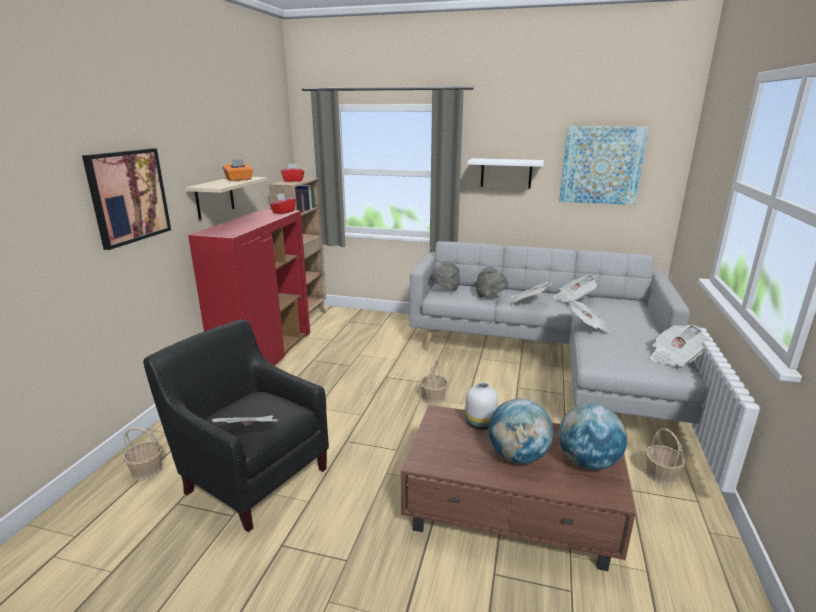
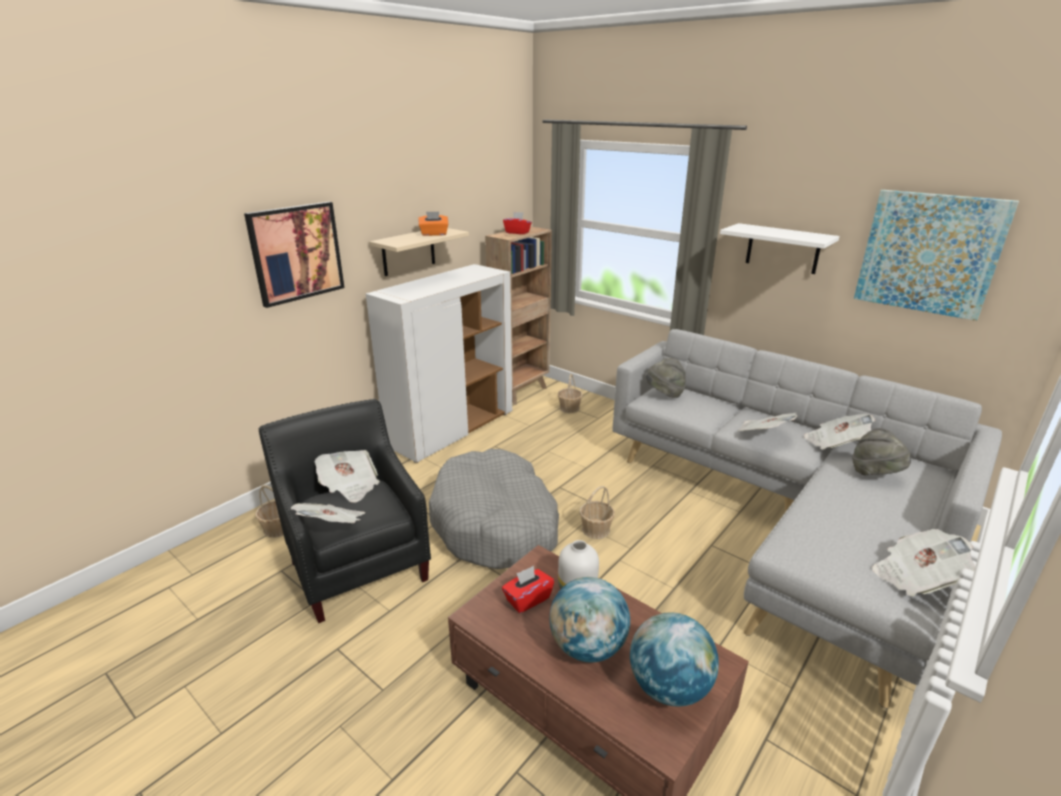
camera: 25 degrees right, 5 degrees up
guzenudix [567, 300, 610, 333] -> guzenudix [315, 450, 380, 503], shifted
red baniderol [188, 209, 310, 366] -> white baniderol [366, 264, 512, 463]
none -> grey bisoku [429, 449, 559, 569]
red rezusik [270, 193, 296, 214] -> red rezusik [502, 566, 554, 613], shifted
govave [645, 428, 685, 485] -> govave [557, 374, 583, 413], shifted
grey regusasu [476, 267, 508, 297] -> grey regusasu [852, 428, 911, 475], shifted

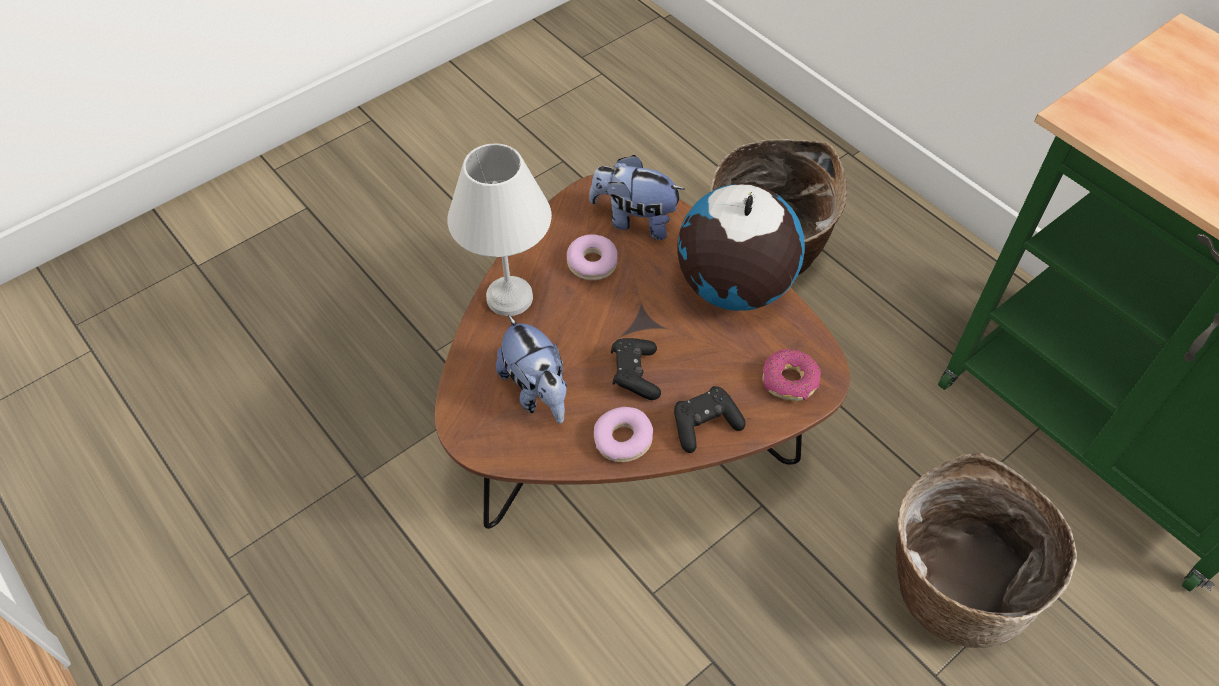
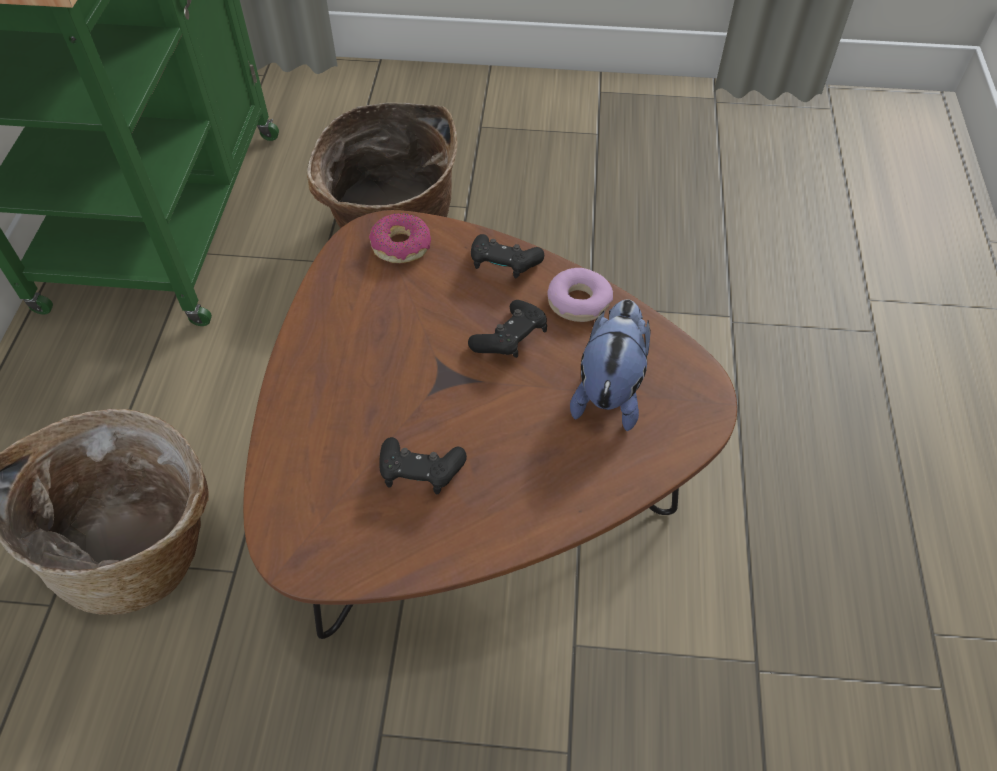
camera: 135 degrees left, 0 degrees up
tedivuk [567, 234, 618, 280] -> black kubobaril [379, 437, 467, 494]
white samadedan [447, 143, 552, 316] -> none
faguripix [589, 155, 685, 240] -> none
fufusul [677, 184, 805, 311] -> none

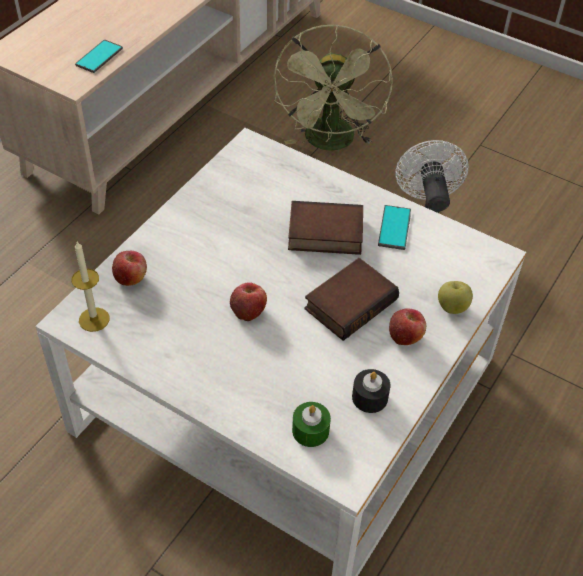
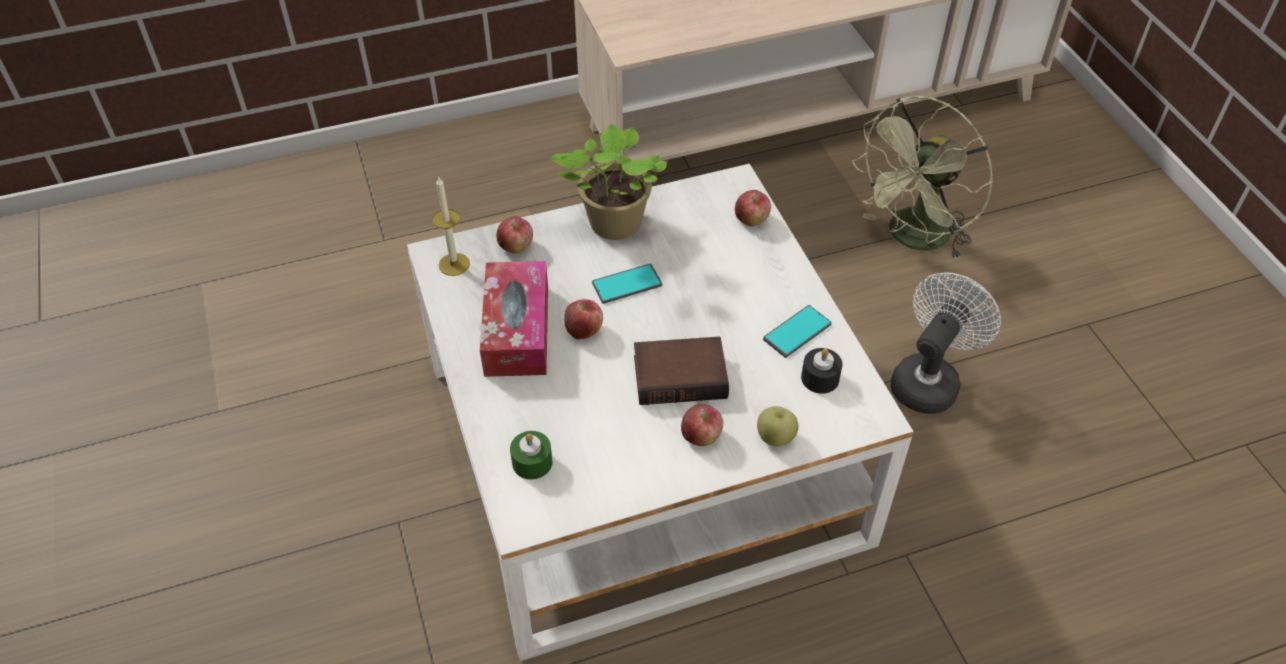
camera: 40 degrees right, 0 degrees up
none -> rezusik [480, 261, 548, 377]
none -> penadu [549, 124, 668, 240]
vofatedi [75, 40, 123, 73] -> vofatedi [592, 264, 662, 304], shifted
none -> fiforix [735, 190, 771, 226]
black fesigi [352, 369, 391, 413] -> black fesigi [801, 348, 842, 394], shifted
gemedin [288, 201, 363, 255] -> none

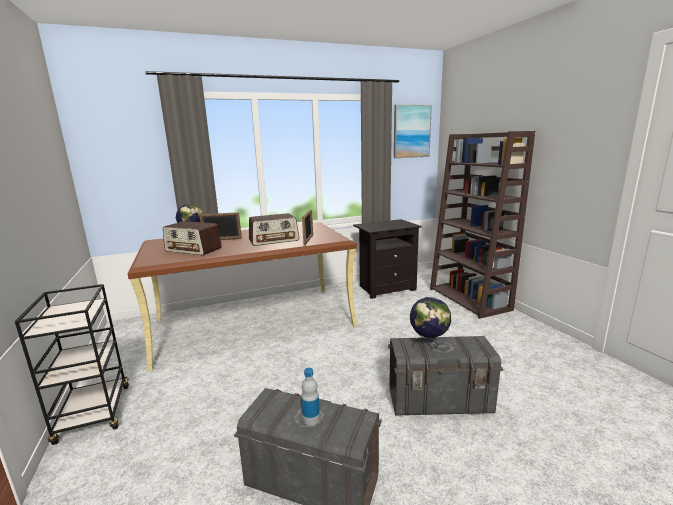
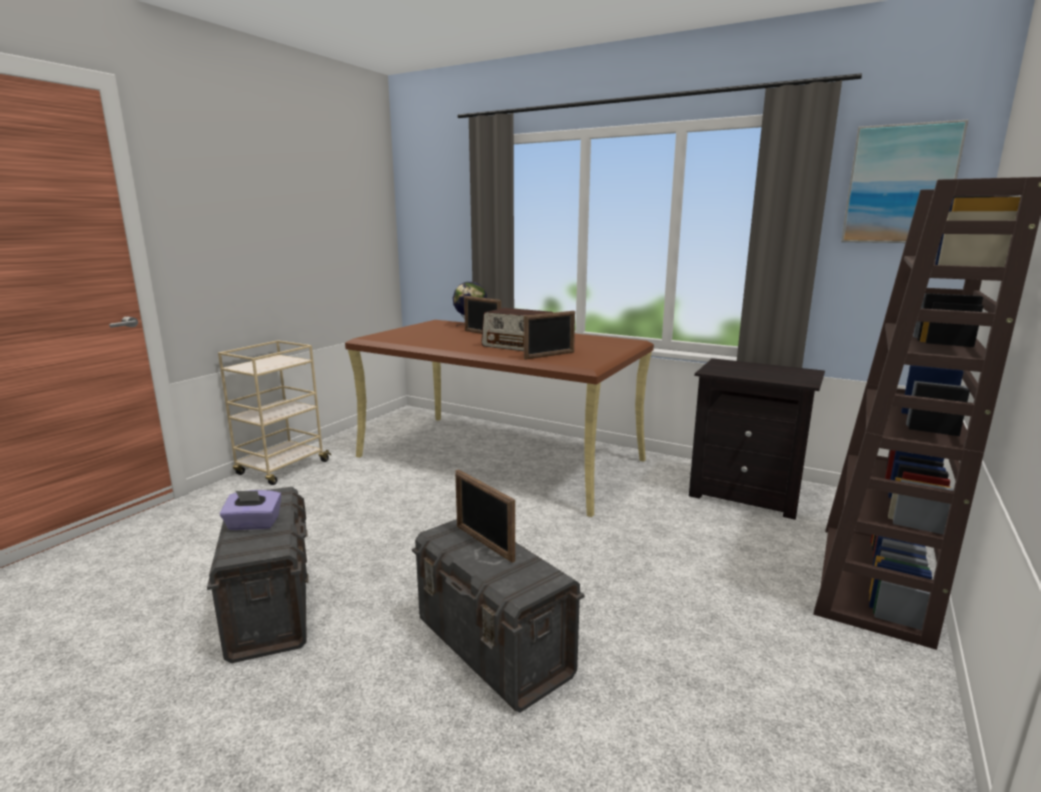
camera: 50 degrees right, 0 degrees up
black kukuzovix [15, 284, 129, 445] -> beige kukuzovix [218, 340, 331, 485]
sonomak [301, 368, 320, 425] -> purple rezusik [220, 490, 282, 530]
fufusul [410, 297, 451, 348] -> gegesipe [455, 469, 515, 563]
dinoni [163, 221, 222, 255] -> none

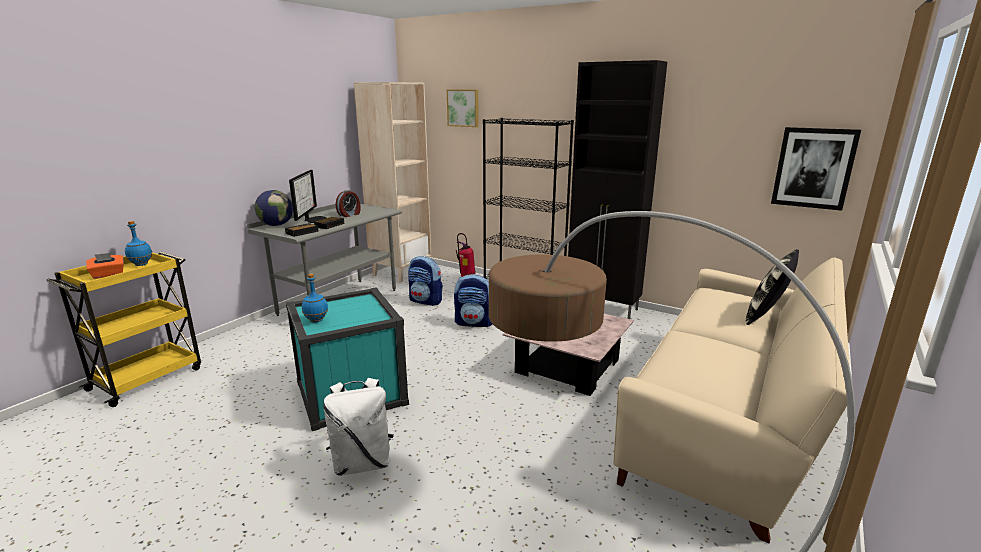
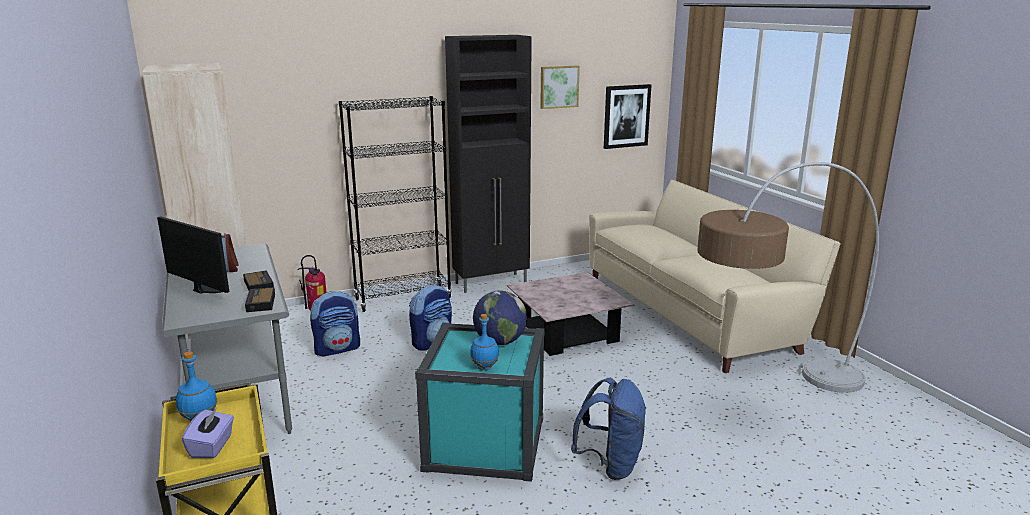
camera: 55 degrees left, 0 degrees up
orange rezusik [86, 253, 124, 279] -> purple rezusik [182, 407, 234, 458]
fufusul [255, 190, 293, 226] -> fufusul [473, 290, 527, 345], shifted
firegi [447, 90, 479, 127] -> firegi [540, 66, 580, 109], shifted
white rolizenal [323, 378, 394, 476] -> blue rolizenal [571, 378, 647, 480]
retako [745, 249, 799, 325] -> none

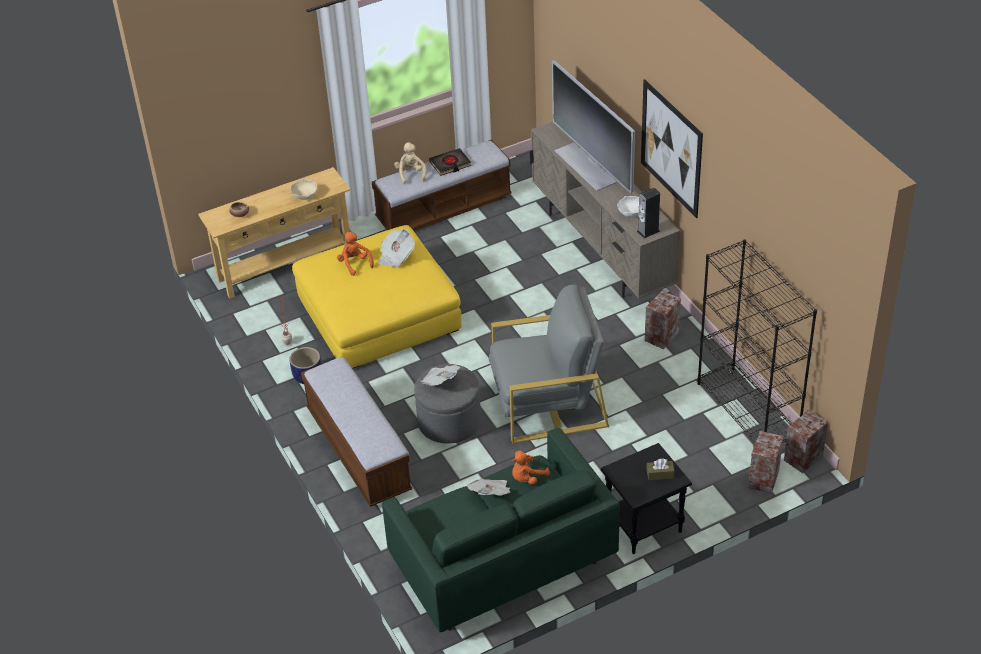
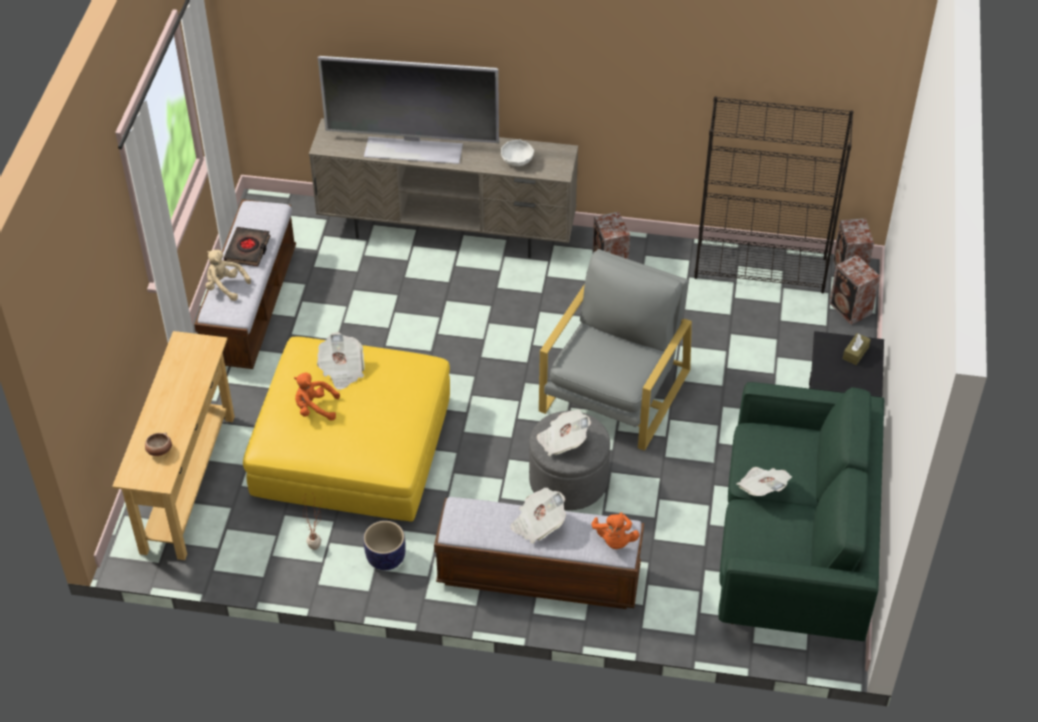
camera: 55 degrees left, 5 degrees up
none -> guzenudix [510, 488, 566, 544]
orange faguripix [512, 450, 550, 485] -> orange faguripix [591, 512, 639, 549], shifted
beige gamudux [290, 179, 318, 200] -> none
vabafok [637, 187, 660, 239] -> none
firegi [641, 79, 703, 218] -> none

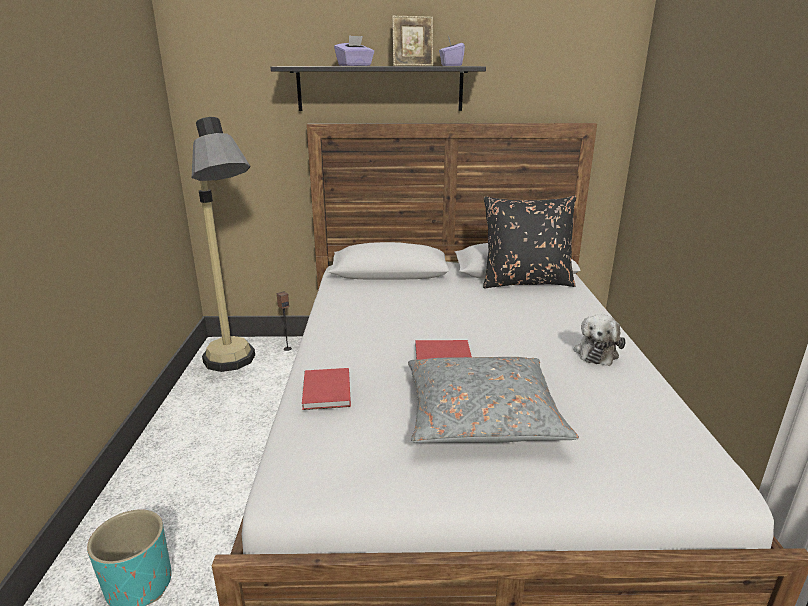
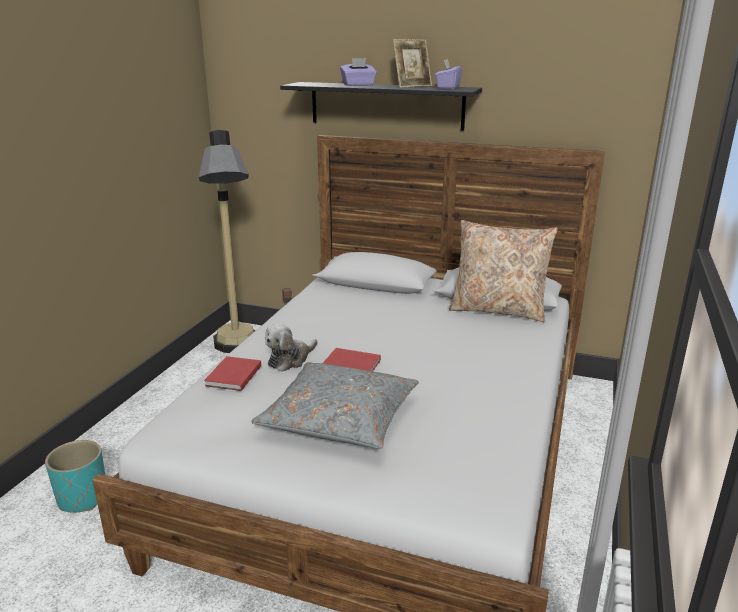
camera: 20 degrees right, 0 degrees up
faguripix [574, 314, 626, 366] -> faguripix [265, 324, 317, 372], shifted
gegesipe [392, 16, 433, 66] -> gegesipe [393, 39, 432, 88], 45 degrees counterclockwise
black retako [483, 195, 576, 288] -> beige retako [449, 220, 558, 322]

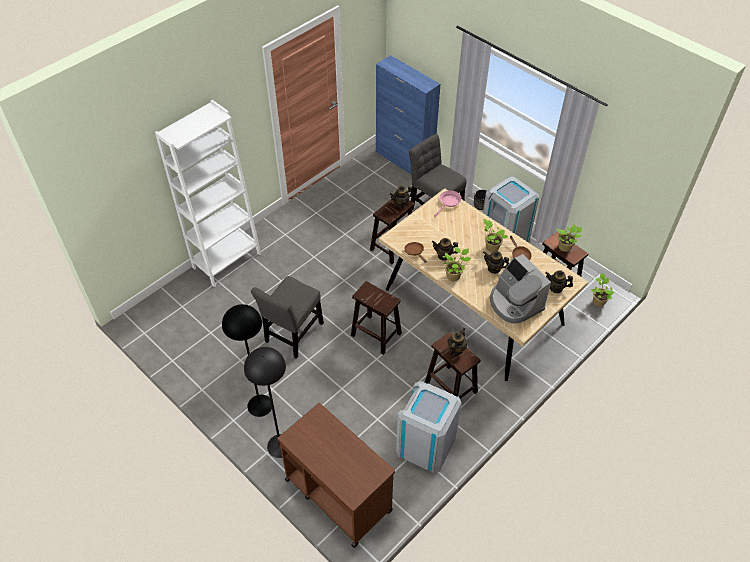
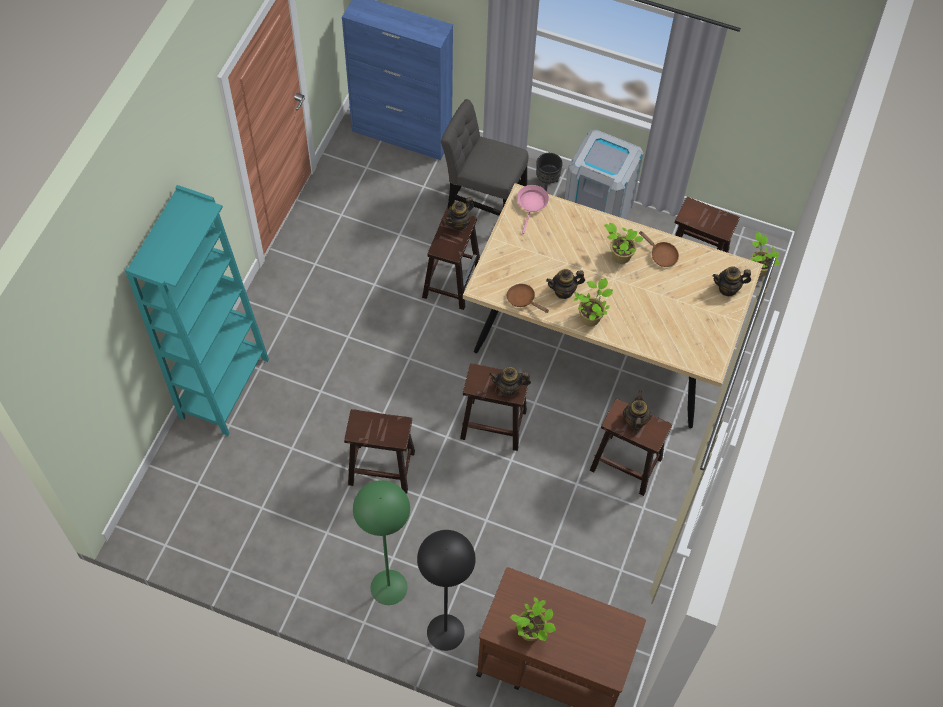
camera: 25 degrees left, 10 degrees up
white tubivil [155, 100, 261, 287] -> turquoise tubivil [125, 185, 269, 436]
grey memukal [251, 276, 324, 359] -> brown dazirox [344, 409, 415, 494]
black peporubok [222, 304, 272, 417] -> green peporubok [353, 480, 410, 605]
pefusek [483, 251, 509, 274] -> pefusek [489, 367, 531, 396], shifted
penadu [557, 224, 582, 252] -> penadu [510, 597, 556, 641], shifted
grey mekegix [396, 381, 462, 473] -> none
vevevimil [490, 254, 551, 324] -> none

